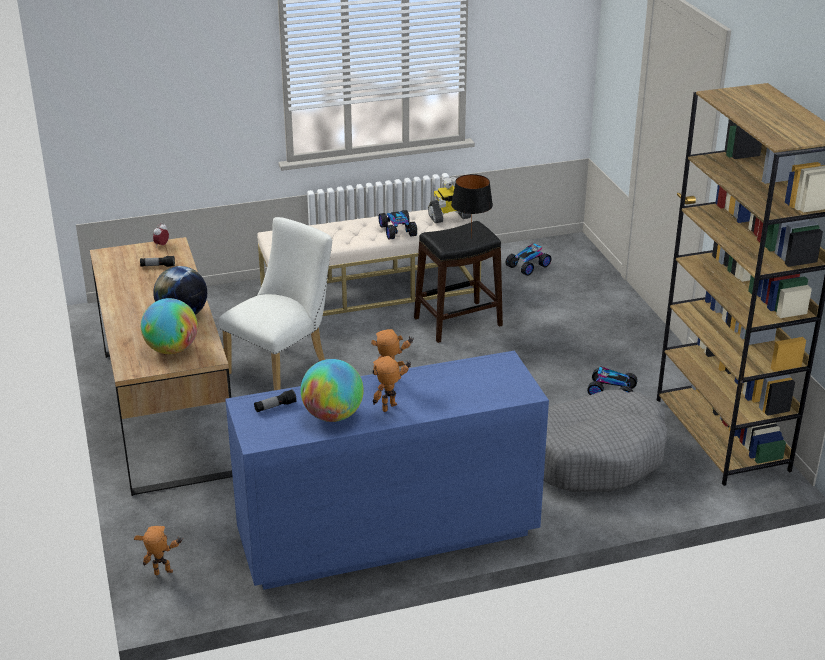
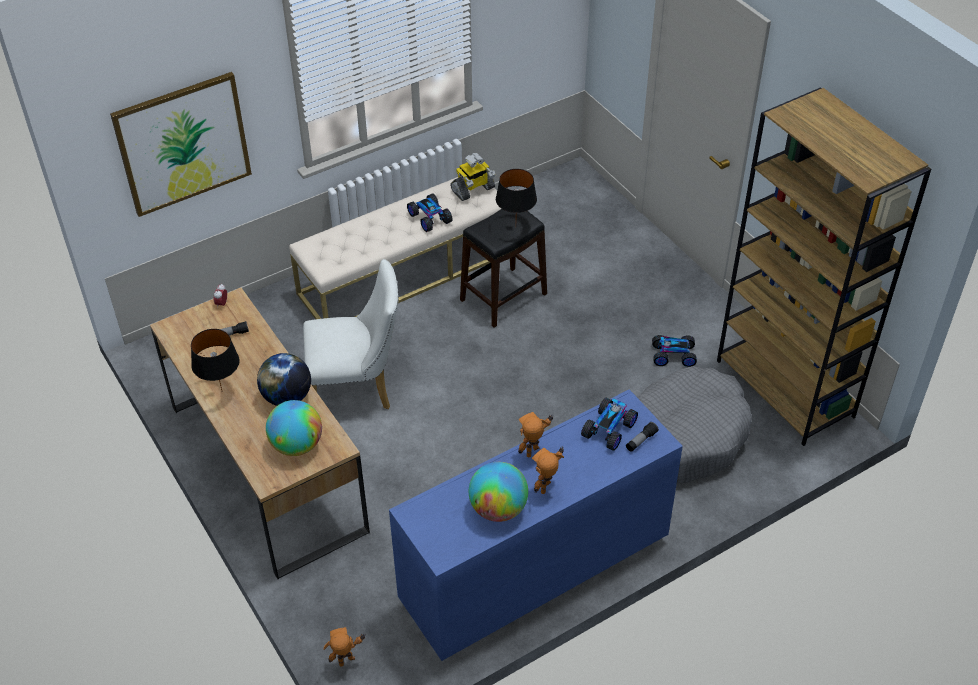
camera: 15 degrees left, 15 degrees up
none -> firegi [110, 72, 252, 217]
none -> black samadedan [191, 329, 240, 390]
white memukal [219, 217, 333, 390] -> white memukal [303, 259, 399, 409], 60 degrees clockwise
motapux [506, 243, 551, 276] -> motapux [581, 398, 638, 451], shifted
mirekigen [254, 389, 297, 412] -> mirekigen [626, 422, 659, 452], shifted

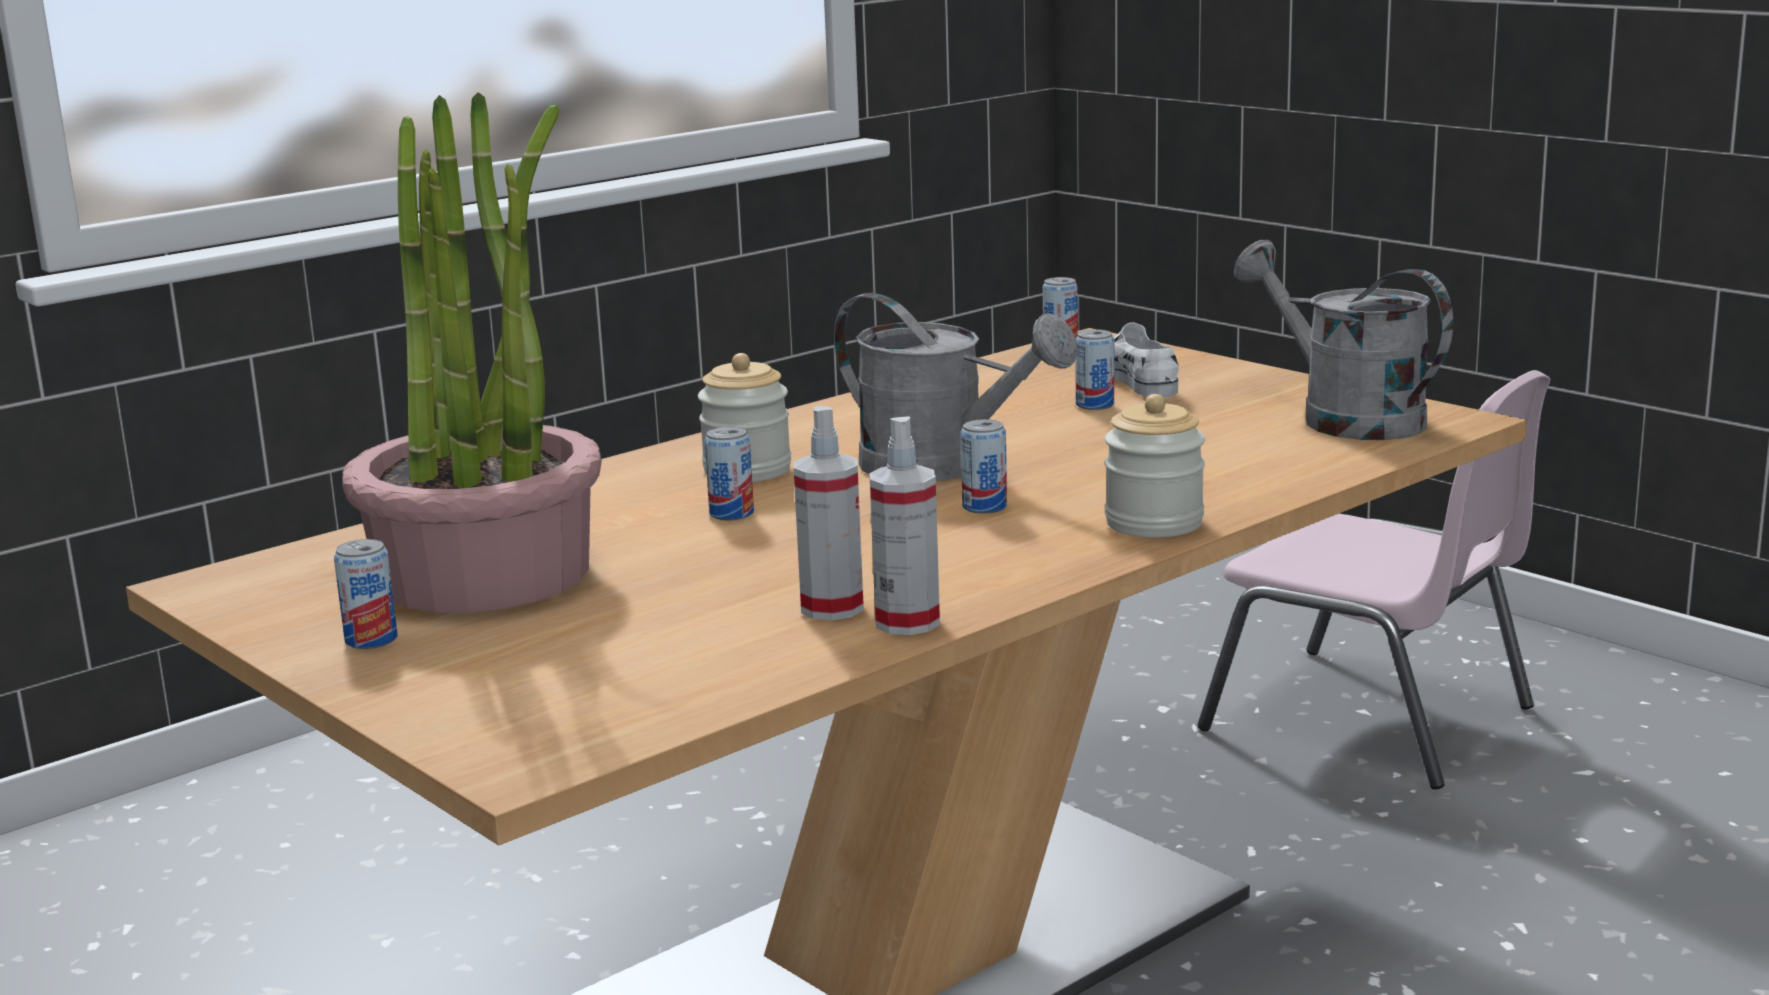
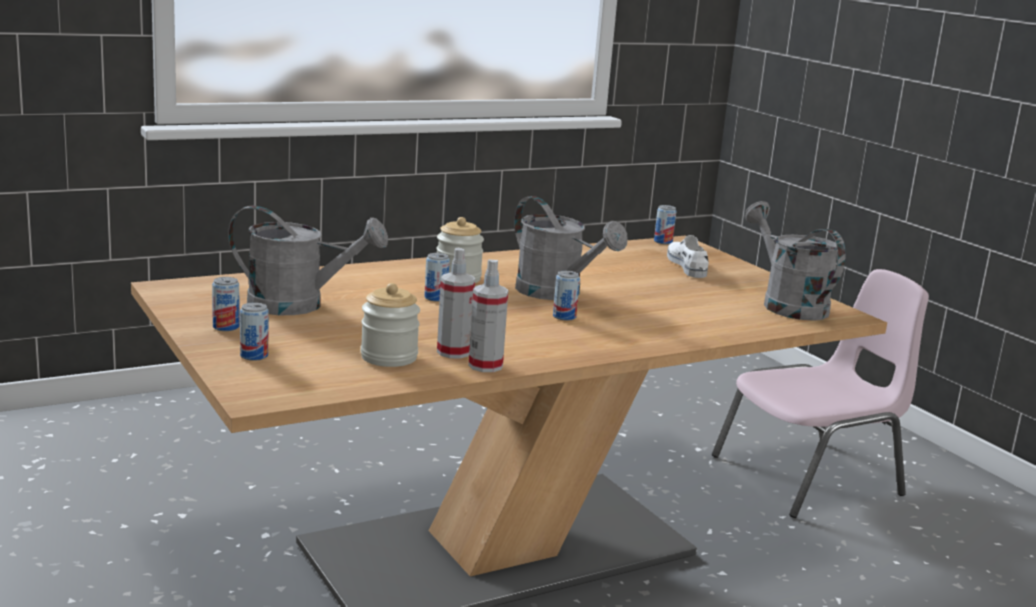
camera: 10 degrees right, 0 degrees up
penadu [342, 92, 602, 613] -> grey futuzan [228, 205, 388, 315]
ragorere [1075, 329, 1114, 410] -> ragorere [240, 303, 269, 361], shifted
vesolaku [1105, 394, 1205, 538] -> vesolaku [361, 283, 420, 367], shifted
pink memukal [1198, 370, 1550, 789] -> pink memukal [712, 269, 929, 518], 75 degrees counterclockwise

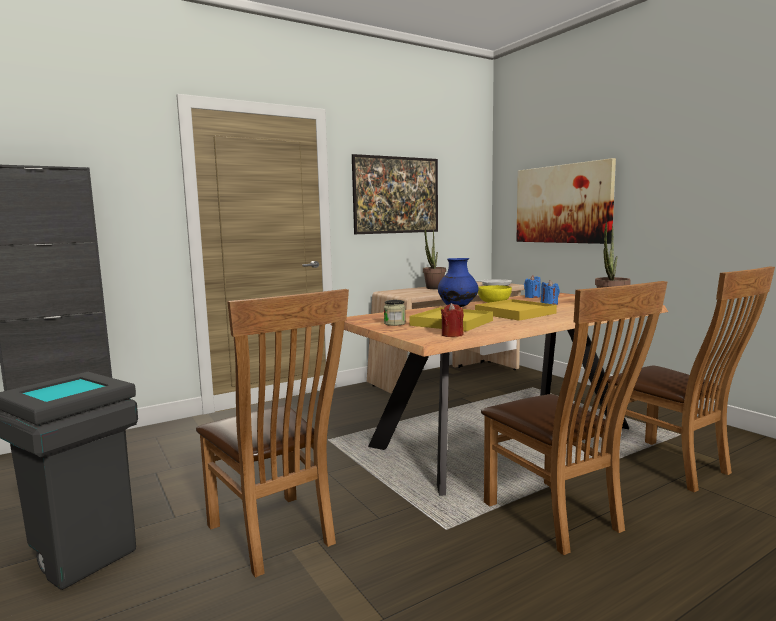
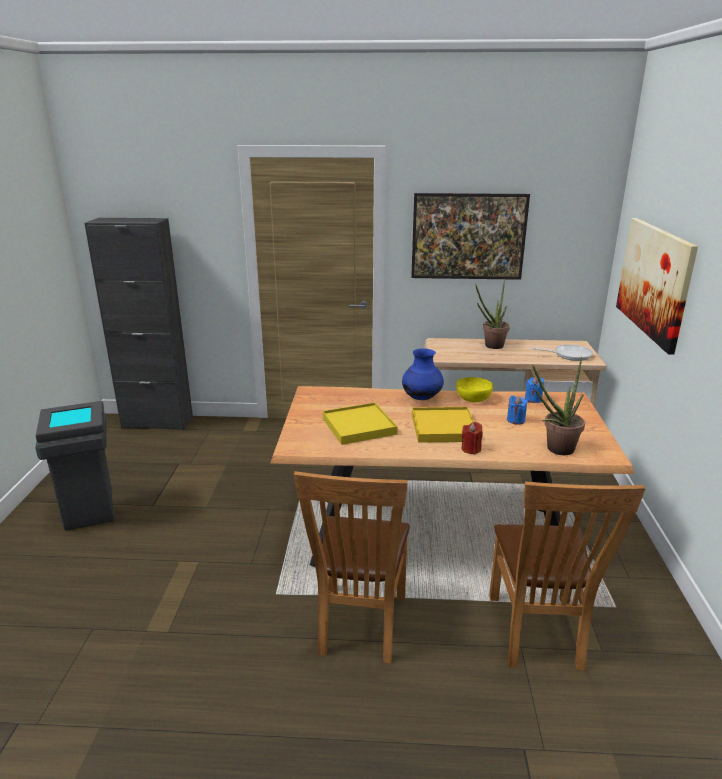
camera: 35 degrees right, 15 degrees up
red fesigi [441, 303, 464, 337] -> red fesigi [461, 422, 483, 454], shifted
brown memukal [196, 289, 349, 578] -> none
vesolaku [384, 300, 406, 326] -> none

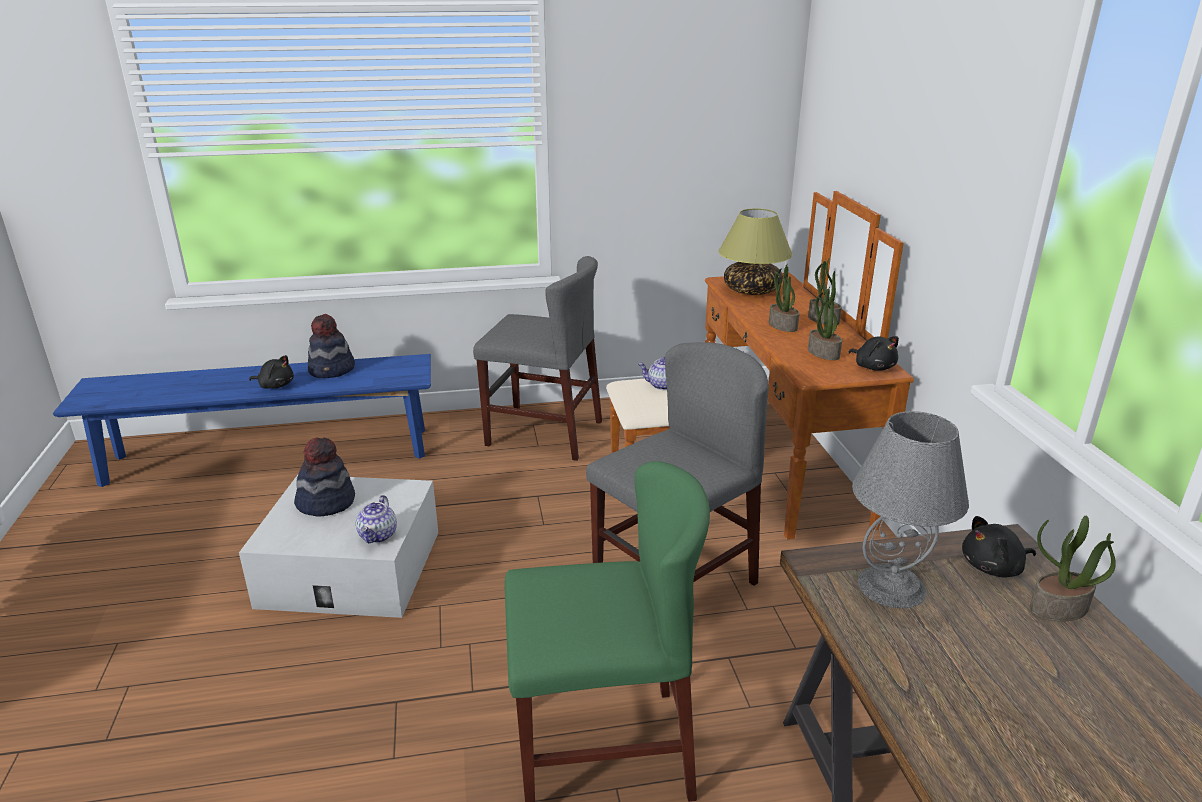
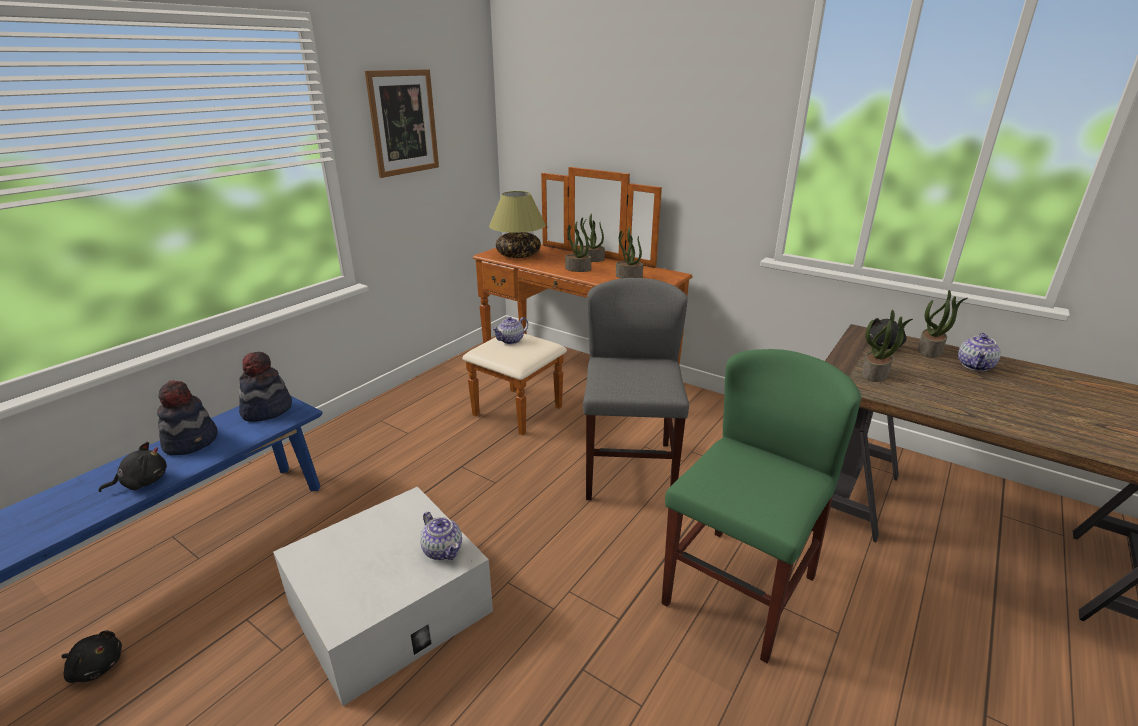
camera: 45 degrees left, 0 degrees up
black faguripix [848, 336, 899, 371] -> black faguripix [62, 630, 122, 683], shifted
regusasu [294, 437, 355, 517] -> regusasu [239, 352, 292, 422], shifted
none -> firegi [365, 69, 439, 178]
grey samadedan [852, 411, 969, 608] -> penadu [862, 310, 913, 382]
none -> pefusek [958, 333, 1001, 371]
grey memukal [473, 256, 602, 461] -> none

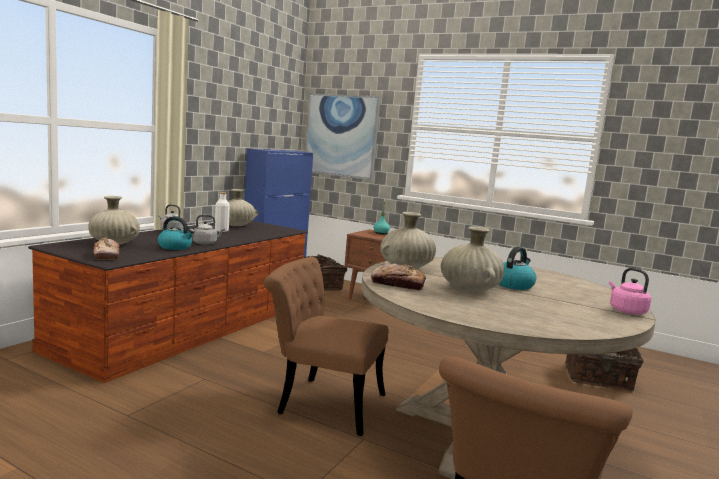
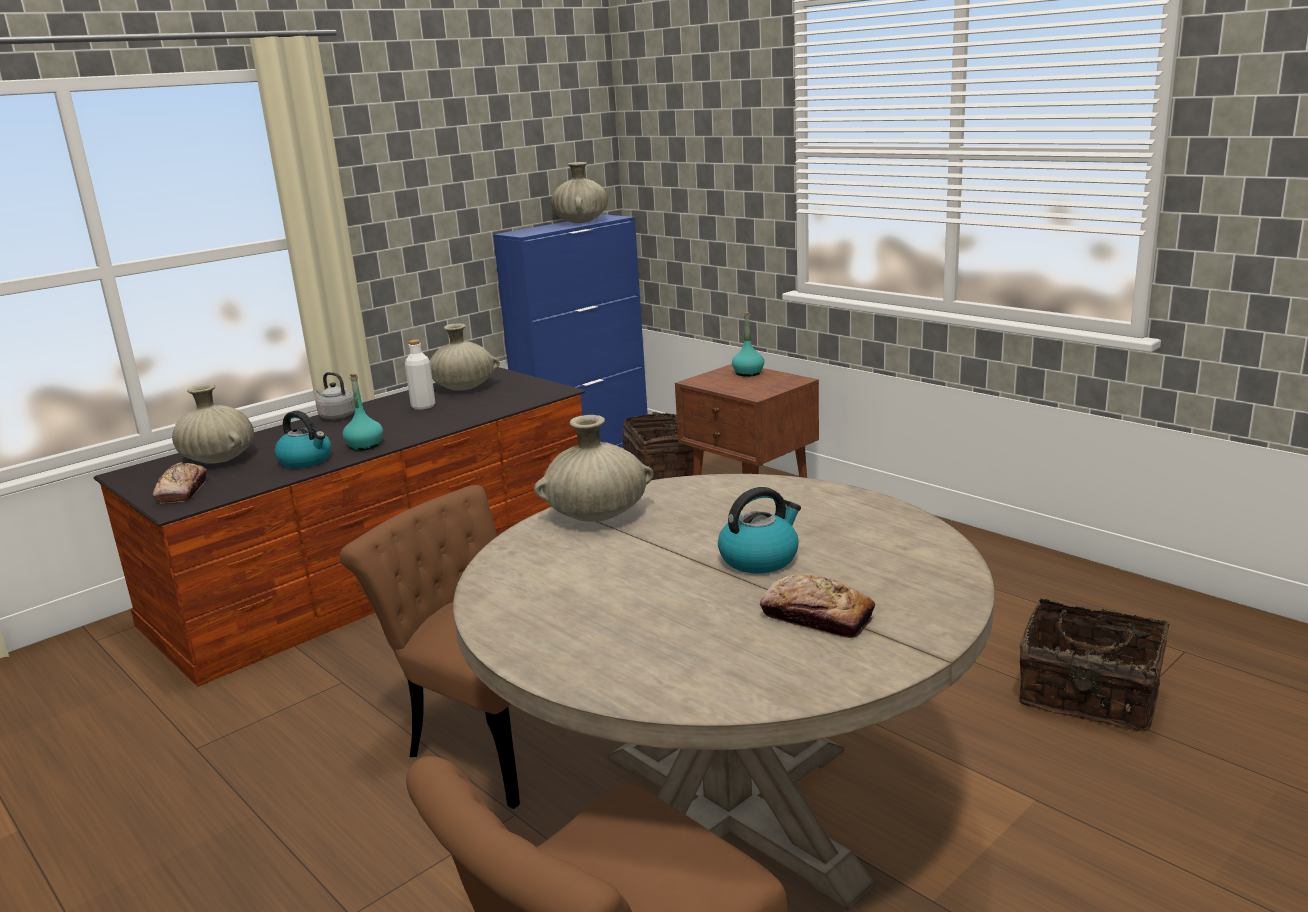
camera: 20 degrees right, 10 degrees up
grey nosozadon [192, 215, 225, 245] -> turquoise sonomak [343, 373, 383, 451]
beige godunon [441, 226, 504, 293] -> beige godunon [551, 162, 608, 223], shifted
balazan [371, 263, 426, 290] -> balazan [760, 574, 875, 638], shifted
firegi [305, 93, 381, 180] -> none
pink nosozadon [609, 268, 651, 315] -> none

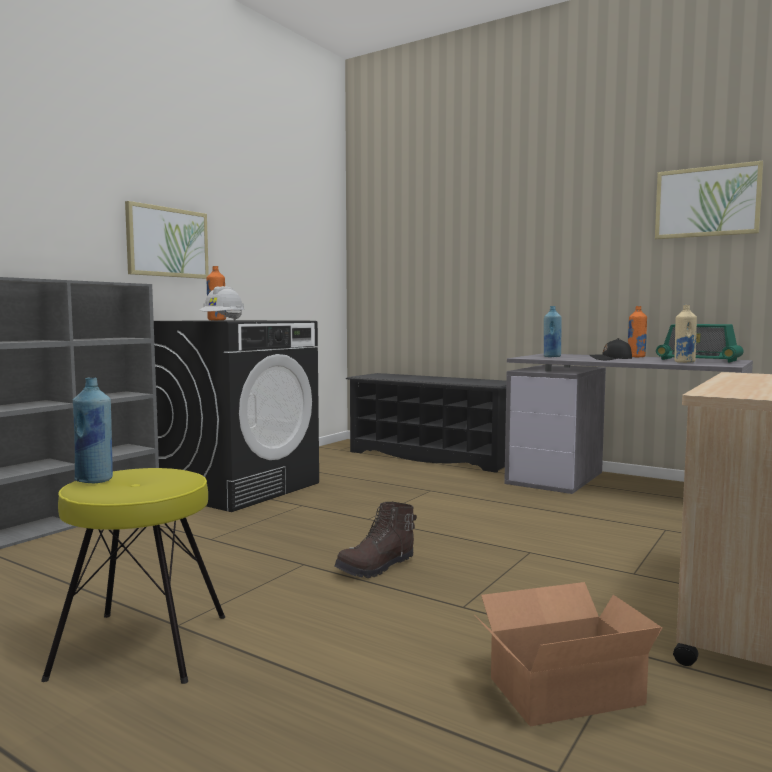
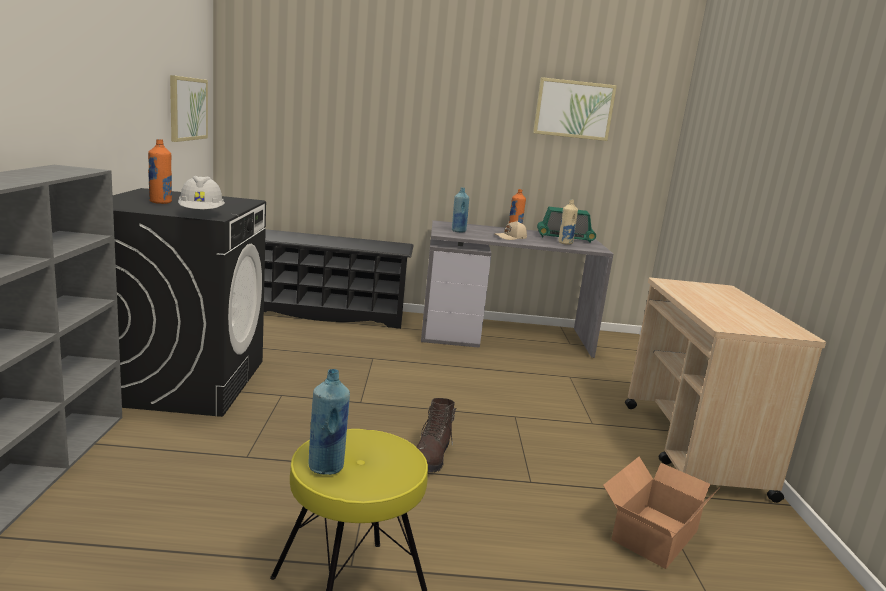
camera: 35 degrees left, 10 degrees up
firegi [125, 201, 209, 279] -> firegi [170, 75, 208, 142], shifted
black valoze [590, 338, 632, 360] -> beige valoze [494, 221, 527, 240]

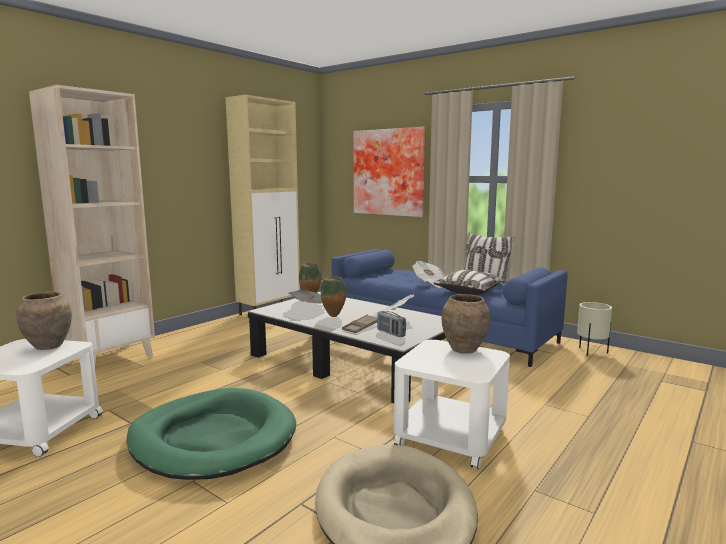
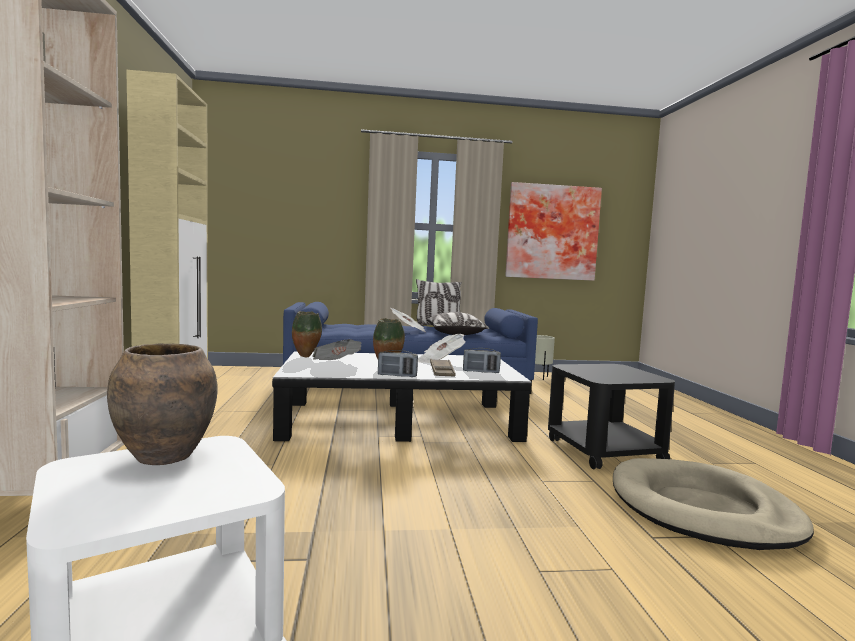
camera: 45 degrees left, 5 degrees down
none -> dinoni [378, 350, 418, 377]
firegi [354, 127, 425, 217] -> firegi [505, 182, 602, 281], shifted
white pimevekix [394, 340, 510, 469] -> black pimevekix [548, 364, 675, 469]
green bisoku [126, 388, 296, 480] -> none
brown godunon [442, 294, 490, 354] -> none

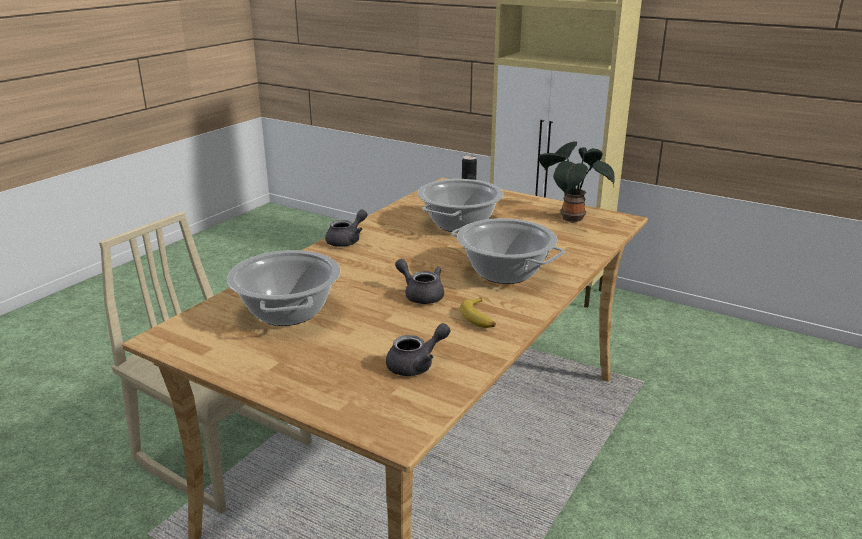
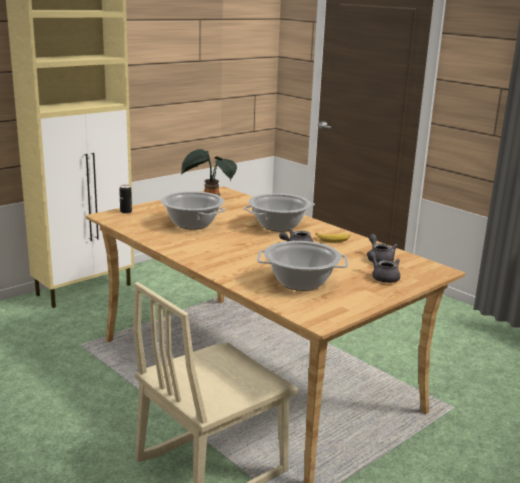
camera: 75 degrees left, 5 degrees down
grey pefusek [325, 209, 368, 247] -> grey pefusek [367, 250, 400, 283], shifted

